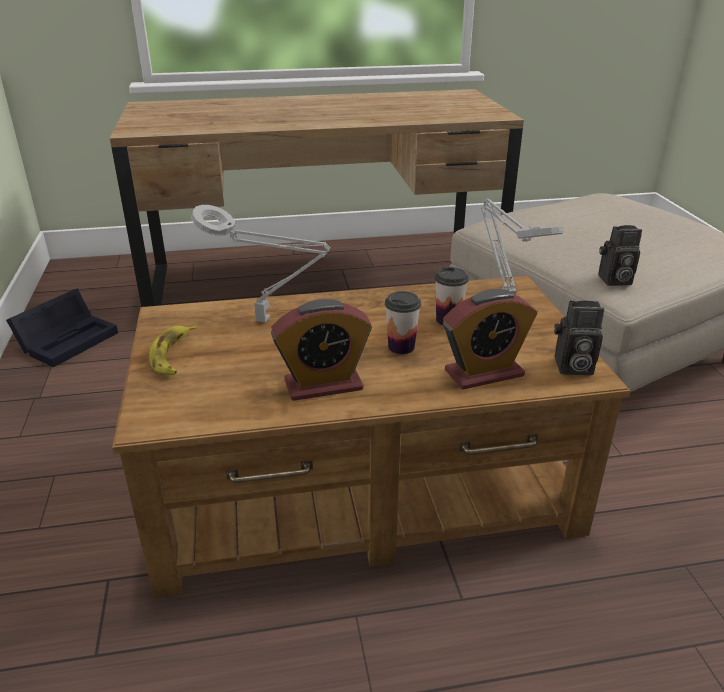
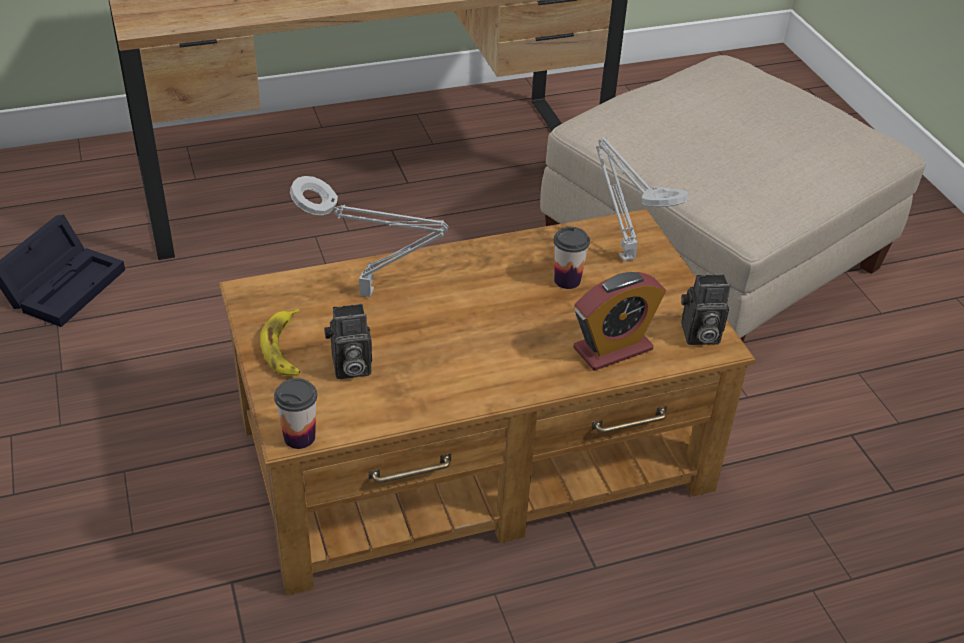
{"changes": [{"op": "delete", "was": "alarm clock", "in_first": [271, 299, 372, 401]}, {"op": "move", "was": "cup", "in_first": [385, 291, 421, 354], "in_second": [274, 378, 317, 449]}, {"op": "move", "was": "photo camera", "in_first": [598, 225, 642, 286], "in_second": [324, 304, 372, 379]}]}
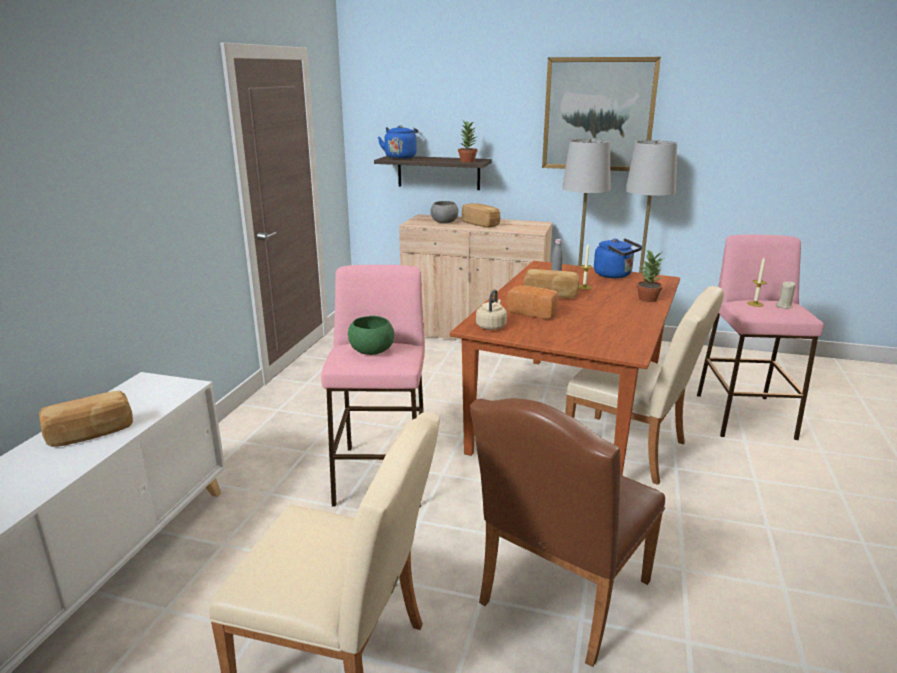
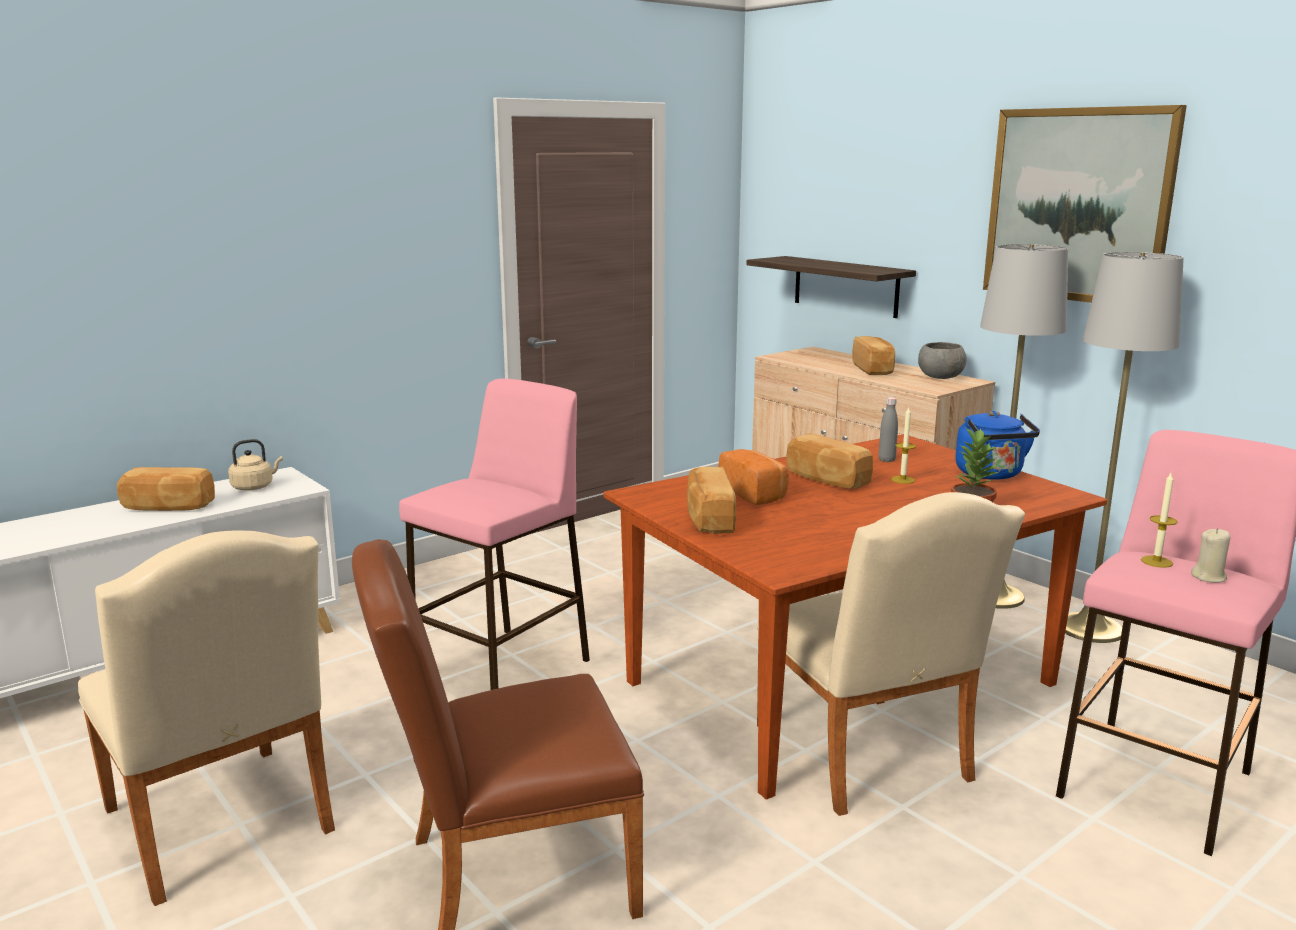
{"changes": [{"op": "delete", "was": "bowl/green", "in_first": [348, 316, 394, 355]}, {"op": "delete", "was": "kettle/blue", "in_first": [378, 125, 418, 159]}, {"op": "delete", "was": "potted plant", "in_first": [458, 121, 477, 162]}, {"op": "insert", "now": "bread", "in_second": [687, 466, 736, 534]}, {"op": "move", "was": "bowl/grey", "in_first": [430, 201, 458, 223], "in_second": [918, 342, 967, 379]}, {"op": "move", "was": "kettle/beige", "in_first": [476, 289, 507, 330], "in_second": [228, 439, 283, 491]}]}
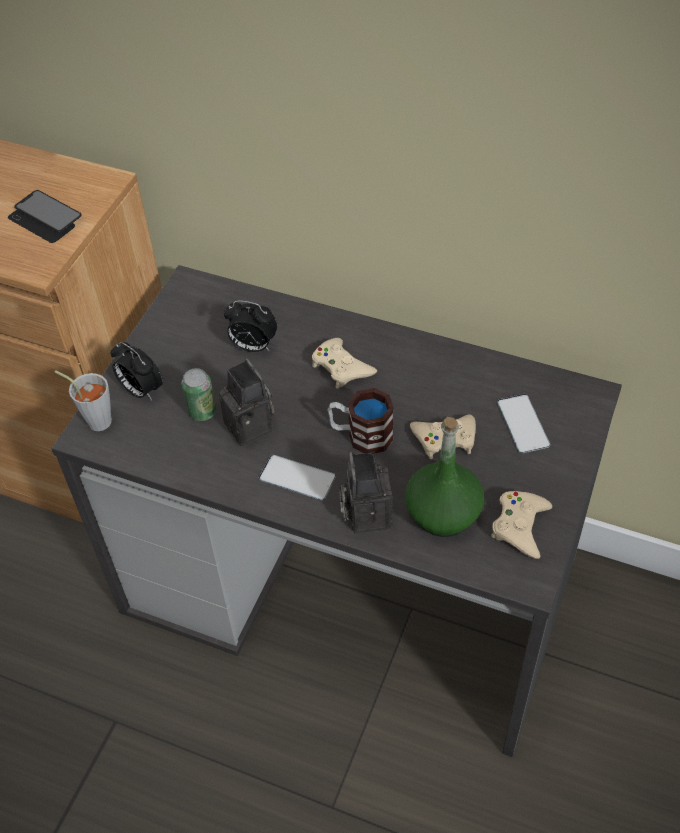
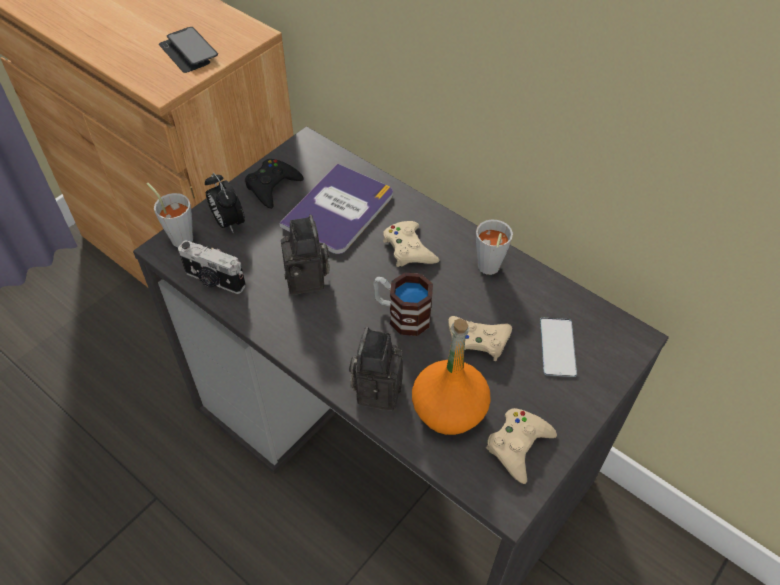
{"changes": [{"op": "delete", "was": "can", "in_first": [182, 368, 216, 421]}, {"op": "delete", "was": "phone", "in_first": [259, 455, 336, 500]}, {"op": "insert", "now": "photo camera", "in_second": [178, 240, 246, 294]}, {"op": "insert", "now": "game controller/black", "in_second": [245, 159, 304, 209]}, {"op": "insert", "now": "cup/grey", "in_second": [476, 219, 513, 275]}, {"op": "replace", "was": "alarm clock", "now": "book", "in_first": [224, 300, 277, 352], "in_second": [280, 163, 393, 254]}, {"op": "recolor", "was": "bottle/green", "now": "bottle/orange", "in_first": [405, 417, 484, 537], "in_second": [412, 318, 491, 435]}]}
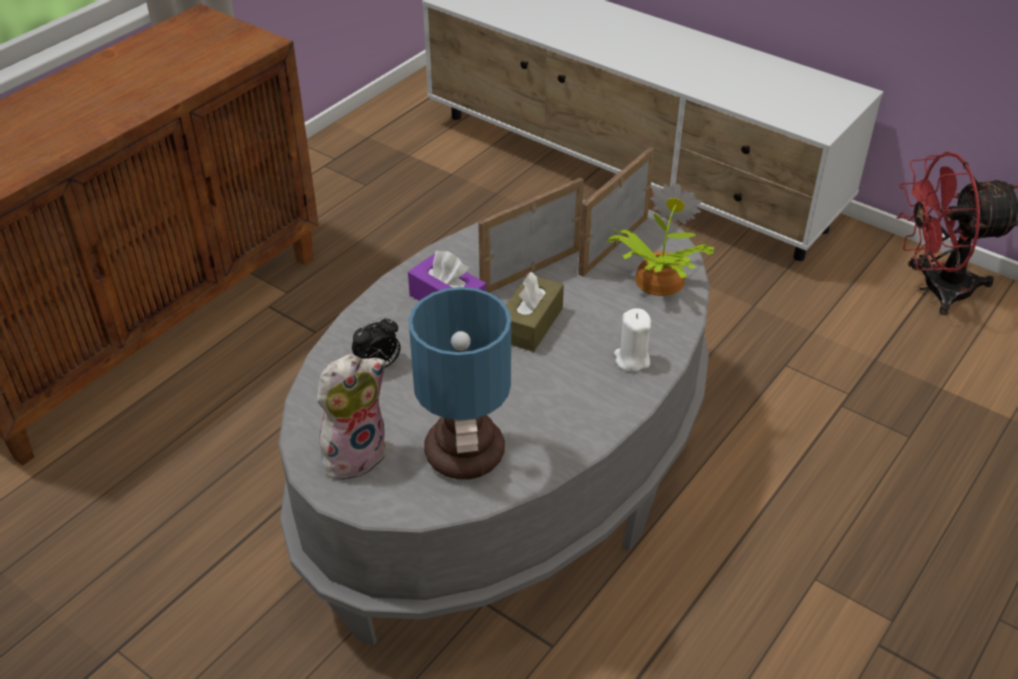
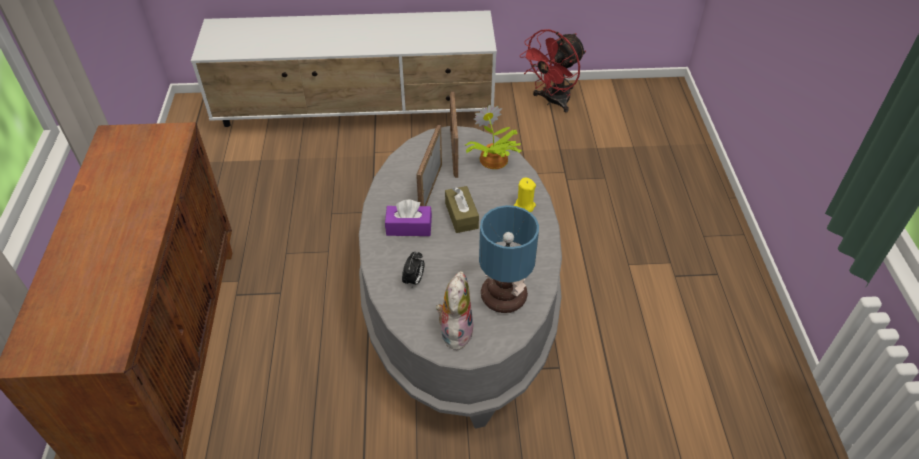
{"changes": [{"op": "recolor", "was": "candle/white", "now": "candle/yellow", "in_first": [614, 308, 651, 372], "in_second": [513, 177, 536, 212]}]}
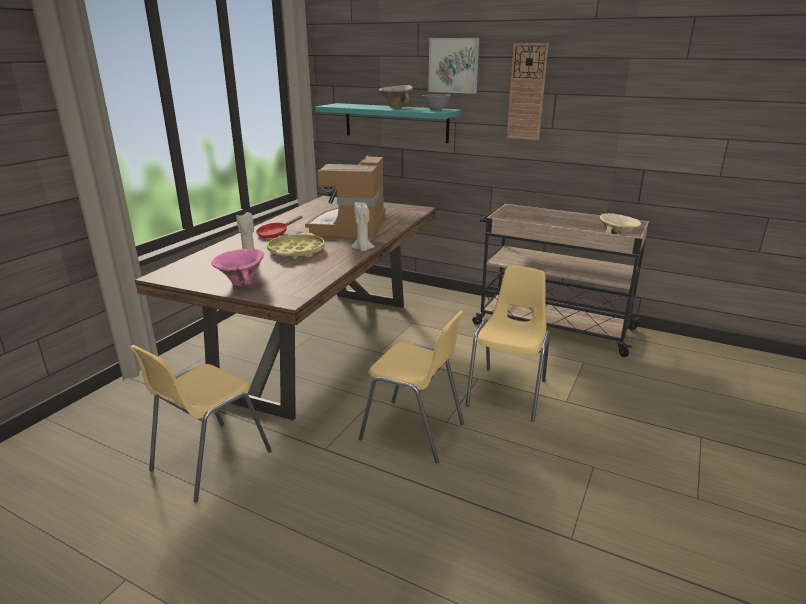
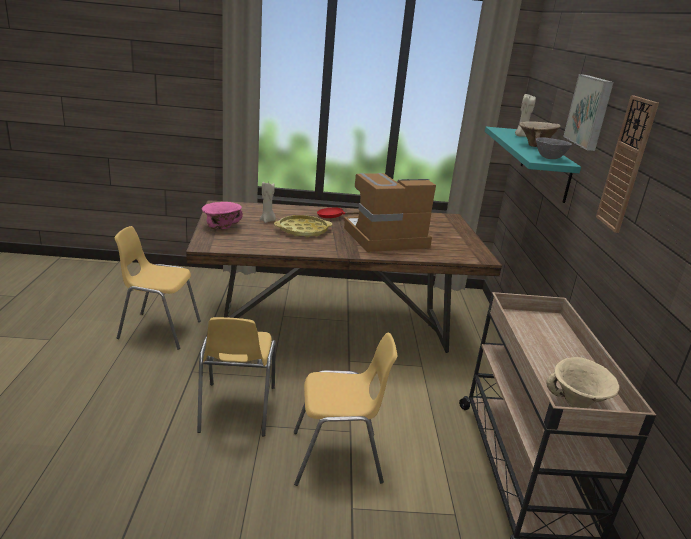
{"changes": [{"op": "move", "was": "candle/beige", "in_first": [351, 202, 374, 251], "in_second": [515, 94, 536, 137]}]}
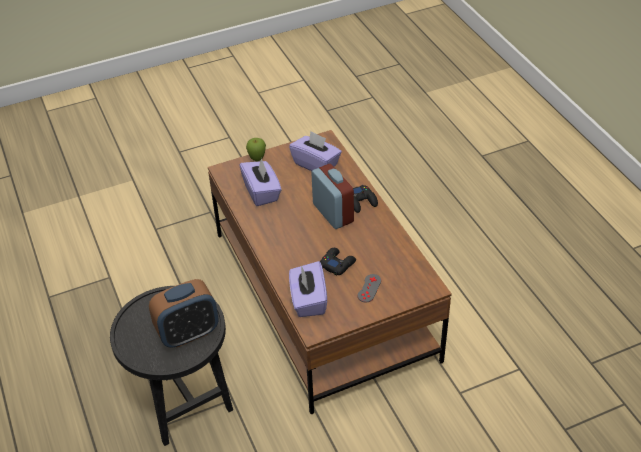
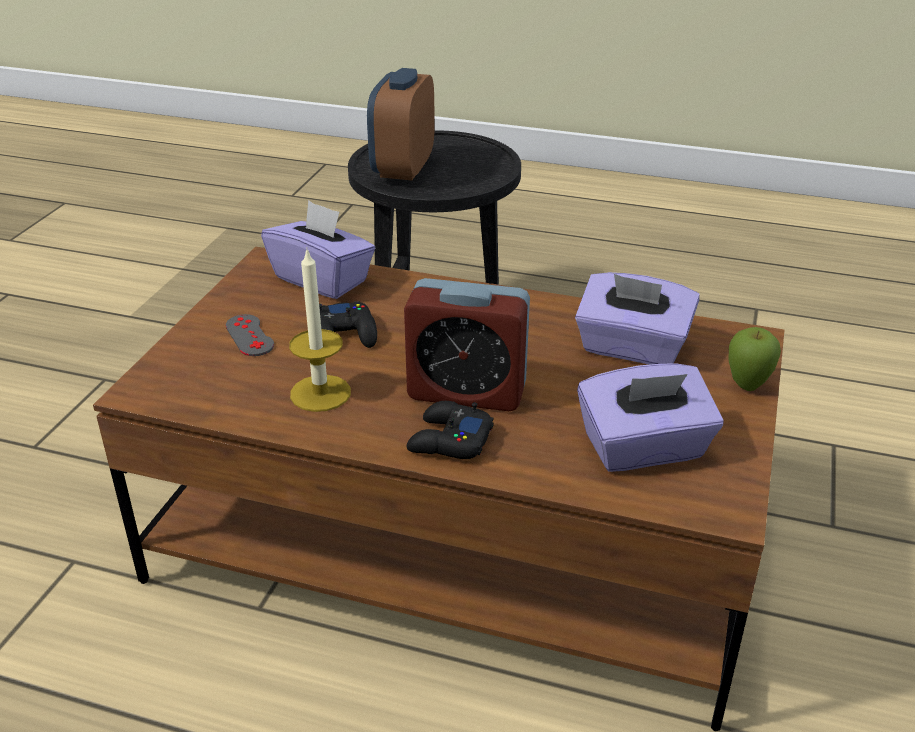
{"changes": [{"op": "insert", "now": "candle", "in_second": [289, 250, 351, 412]}]}
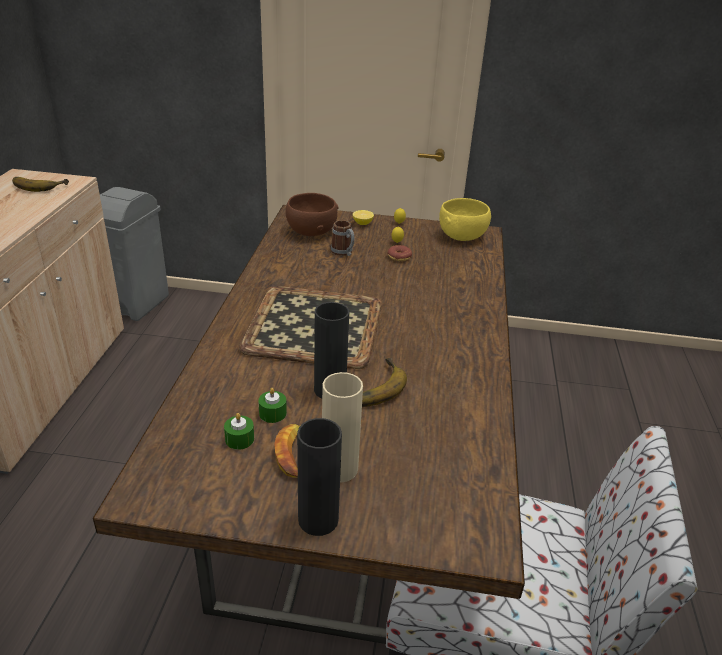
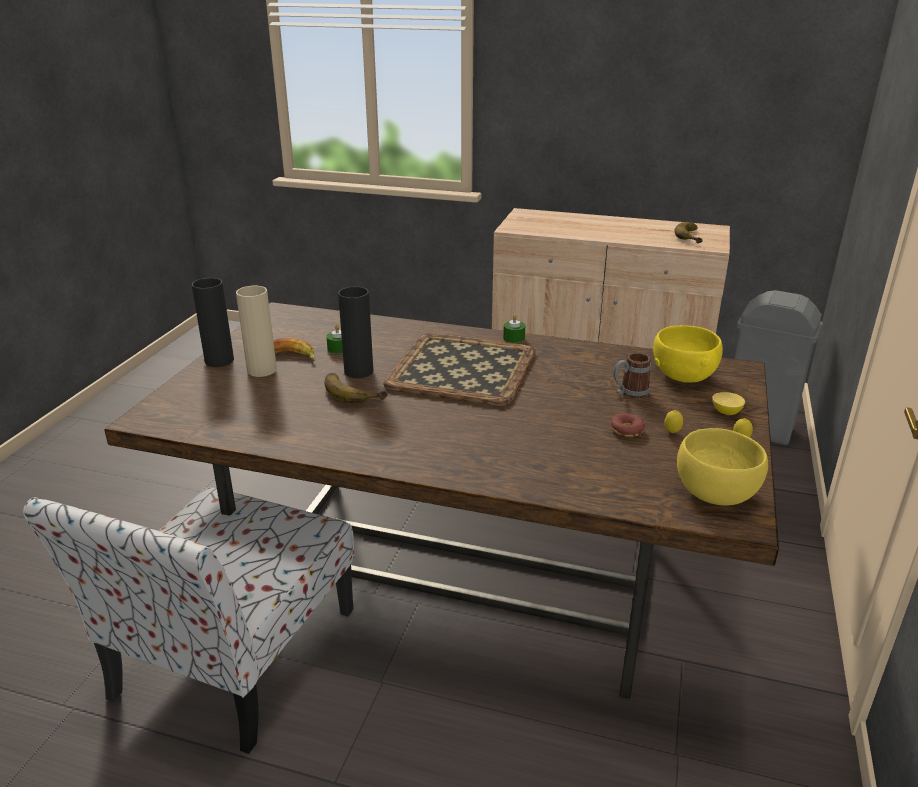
{"changes": [{"op": "move", "was": "candle/green", "in_first": [224, 413, 254, 450], "in_second": [503, 314, 525, 343]}, {"op": "recolor", "was": "bowl/brown", "now": "bowl/yellow", "in_first": [285, 193, 338, 236], "in_second": [653, 325, 723, 383]}]}
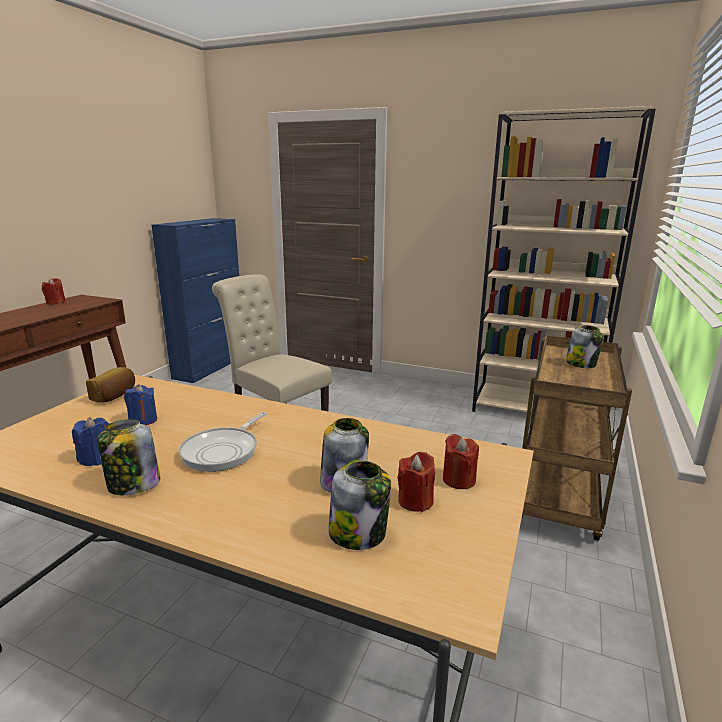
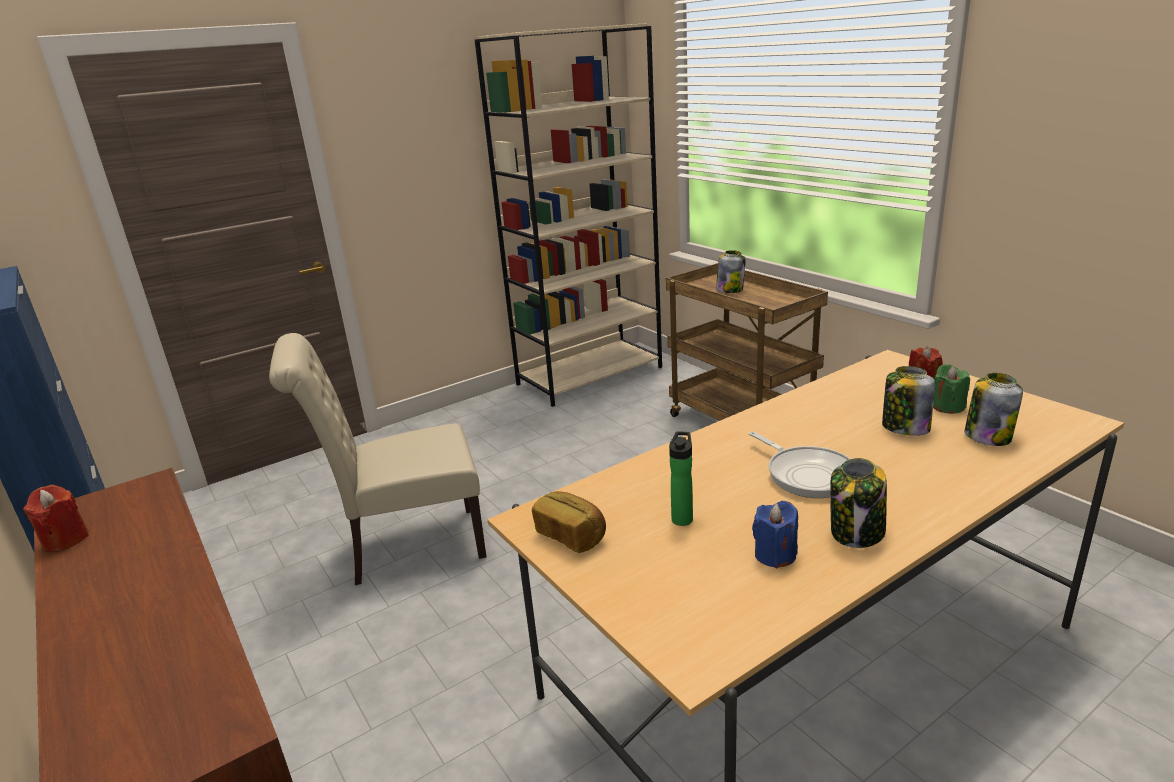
{"changes": [{"op": "replace", "was": "candle/blue", "now": "bottle", "in_first": [124, 384, 157, 425], "in_second": [669, 431, 693, 526]}, {"op": "recolor", "was": "candle/red", "now": "candle/green", "in_first": [397, 452, 435, 512], "in_second": [933, 364, 970, 414]}]}
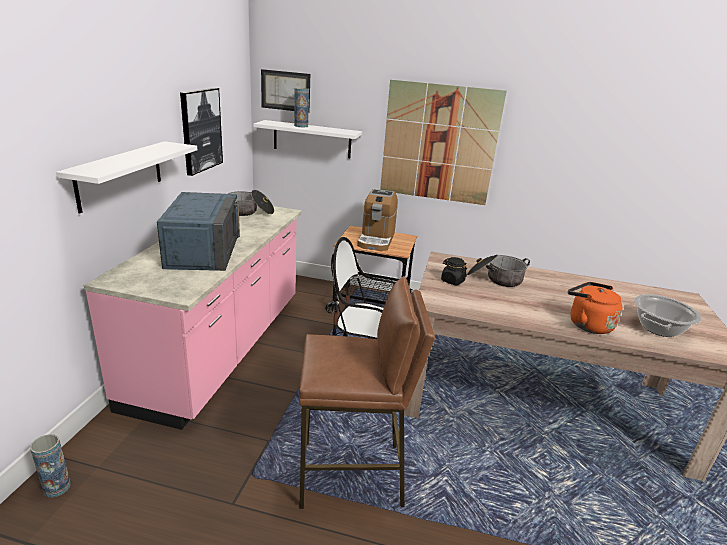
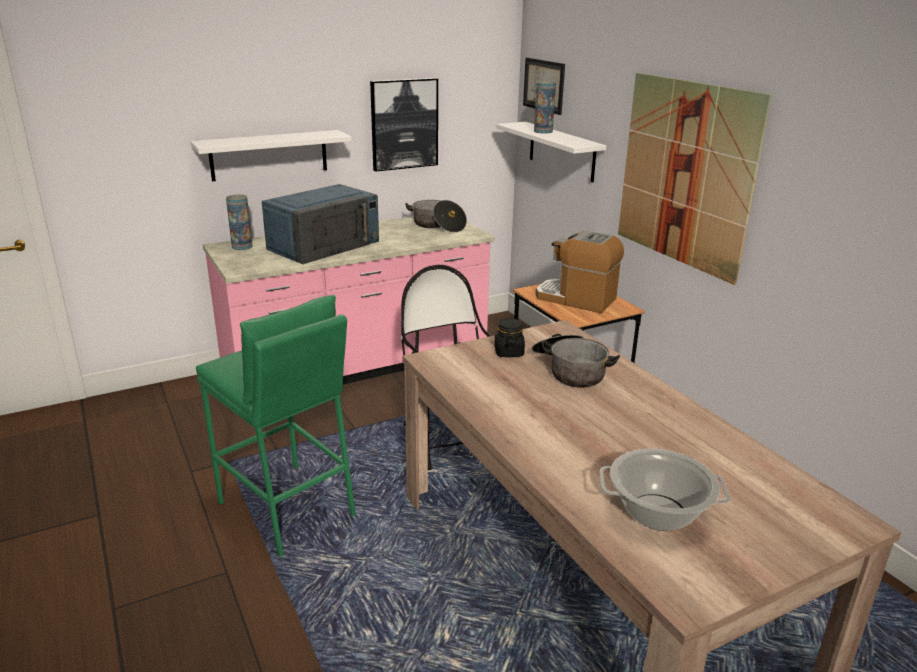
{"changes": [{"op": "delete", "was": "kettle/orange", "in_first": [568, 282, 622, 334]}, {"op": "move", "was": "vase", "in_first": [30, 434, 71, 498], "in_second": [226, 194, 253, 250]}, {"op": "recolor", "was": "stool/brown", "now": "stool/green", "in_first": [299, 276, 435, 509], "in_second": [196, 295, 356, 557]}, {"op": "rotate", "was": "coffee machine", "in_first": [357, 189, 398, 251], "in_second": [535, 231, 624, 313], "clockwise": 60}]}
